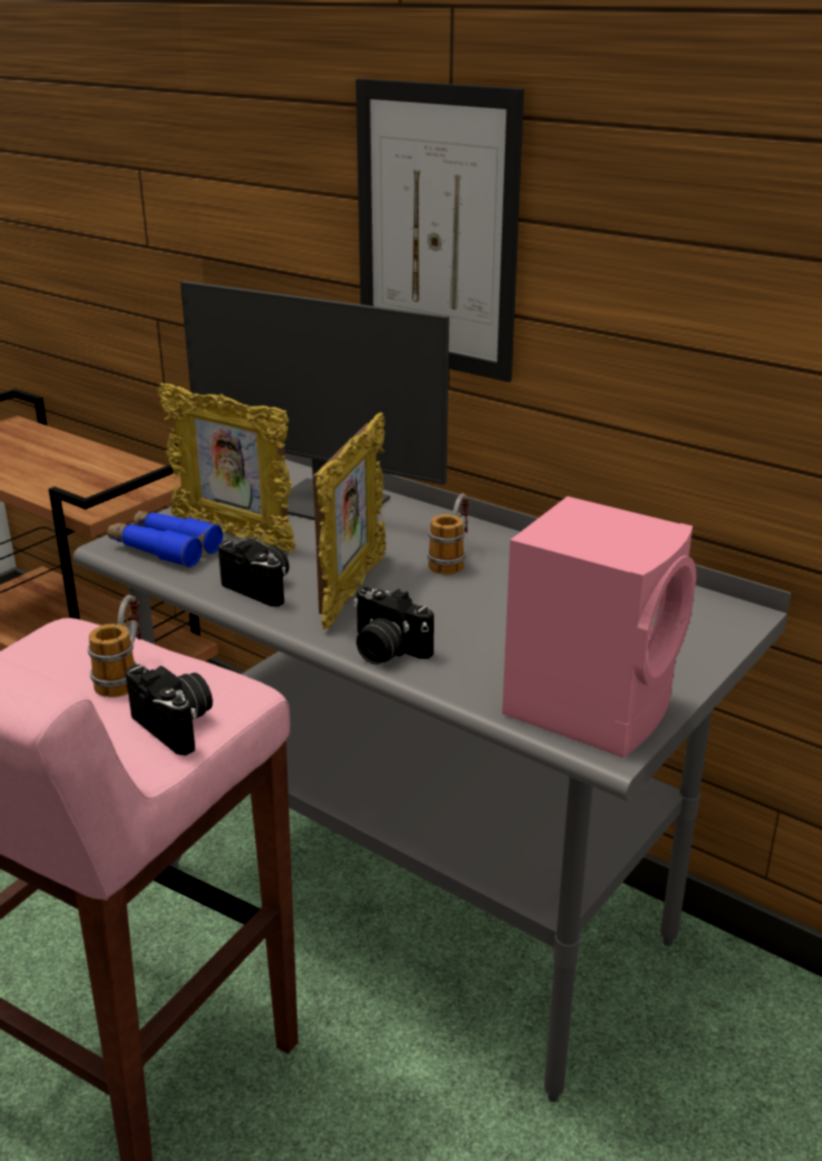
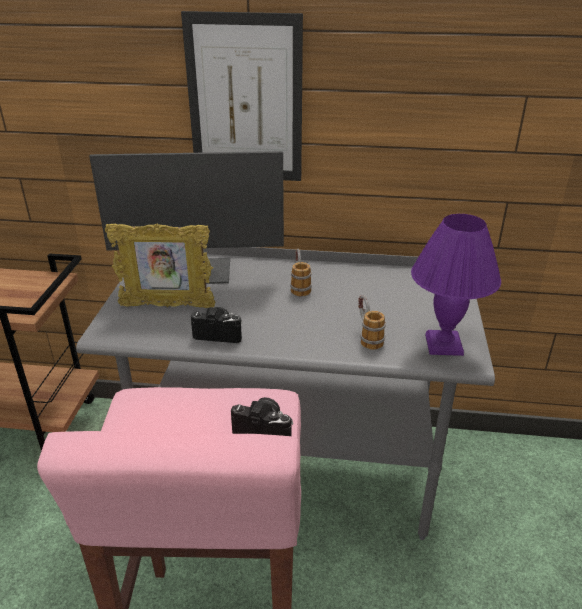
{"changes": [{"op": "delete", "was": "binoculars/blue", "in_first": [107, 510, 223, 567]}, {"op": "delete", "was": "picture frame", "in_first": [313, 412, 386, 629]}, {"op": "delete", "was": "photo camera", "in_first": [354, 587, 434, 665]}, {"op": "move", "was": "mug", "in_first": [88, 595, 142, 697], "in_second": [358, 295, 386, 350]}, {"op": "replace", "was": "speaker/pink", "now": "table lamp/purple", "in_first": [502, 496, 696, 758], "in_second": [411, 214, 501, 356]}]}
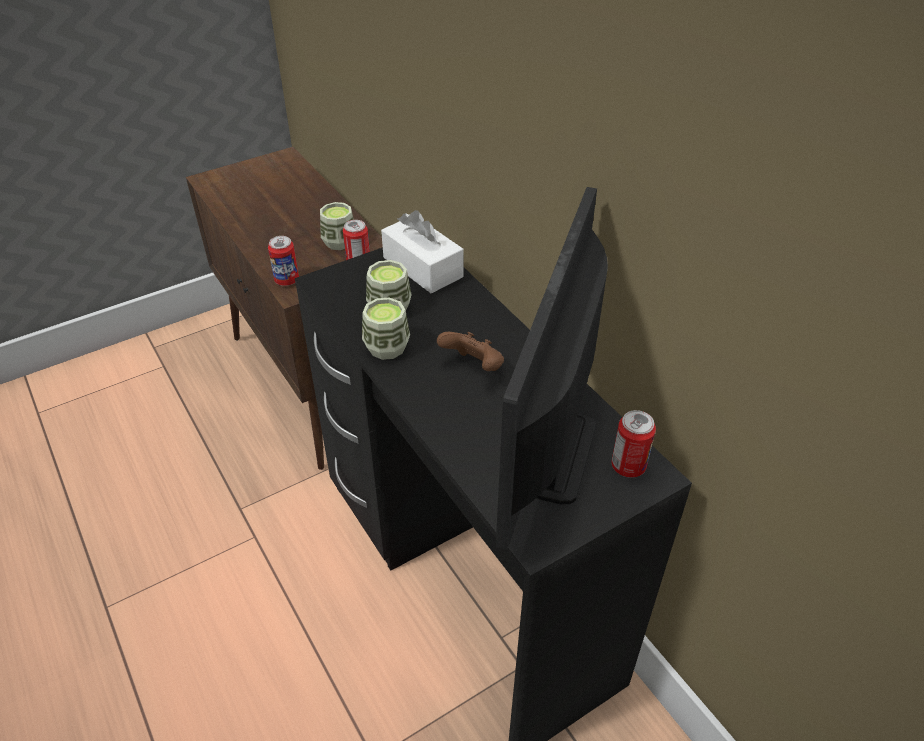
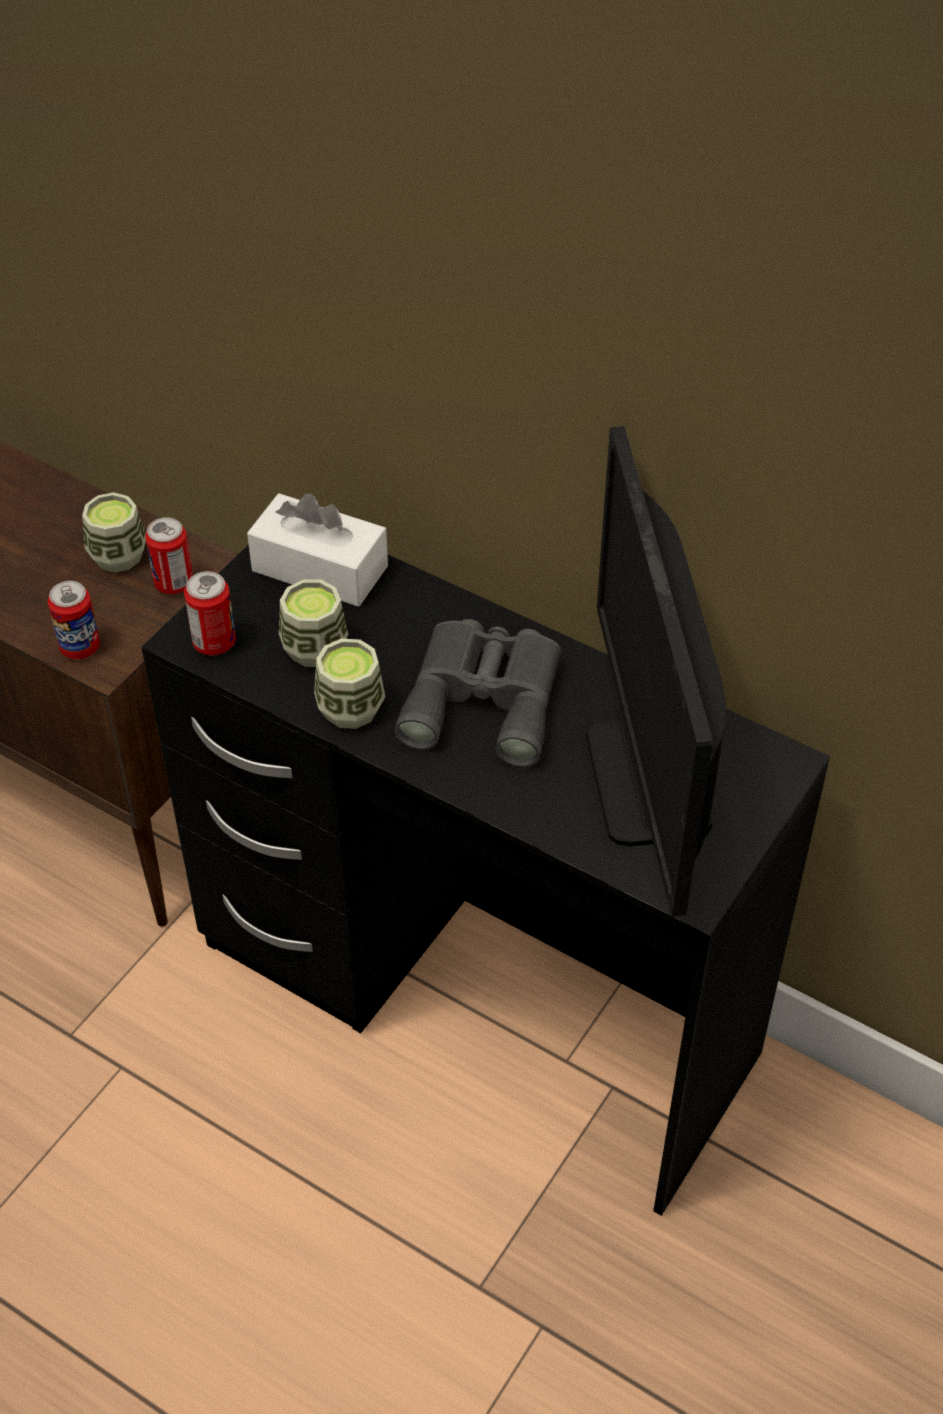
{"changes": [{"op": "move", "was": "can", "in_first": [611, 410, 656, 478], "in_second": [184, 571, 236, 655]}, {"op": "replace", "was": "game controller/brown", "now": "binoculars/grey", "in_first": [437, 332, 504, 371], "in_second": [395, 619, 561, 767]}]}
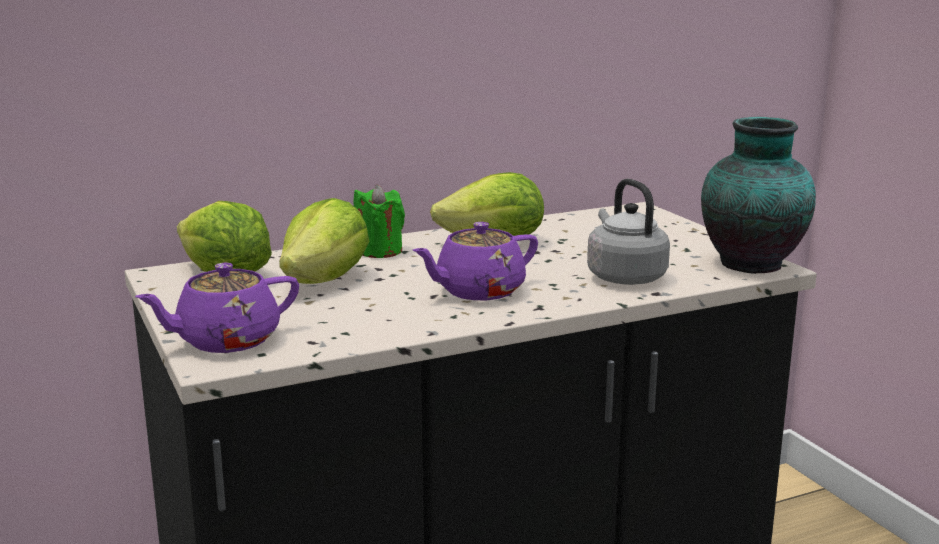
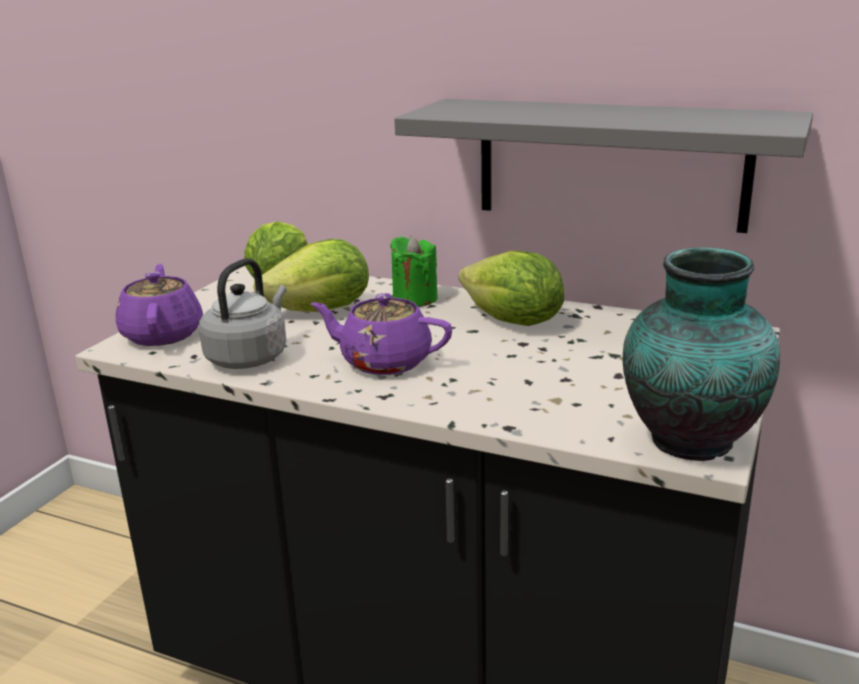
{"changes": [{"op": "insert", "now": "shelf/grey", "in_second": [394, 99, 813, 233]}, {"op": "move", "was": "kettle/grey", "in_first": [587, 179, 670, 285], "in_second": [199, 258, 287, 369]}, {"op": "rotate", "was": "teapot/purple", "in_first": [135, 263, 299, 353], "in_second": [116, 264, 203, 346], "clockwise": 60}]}
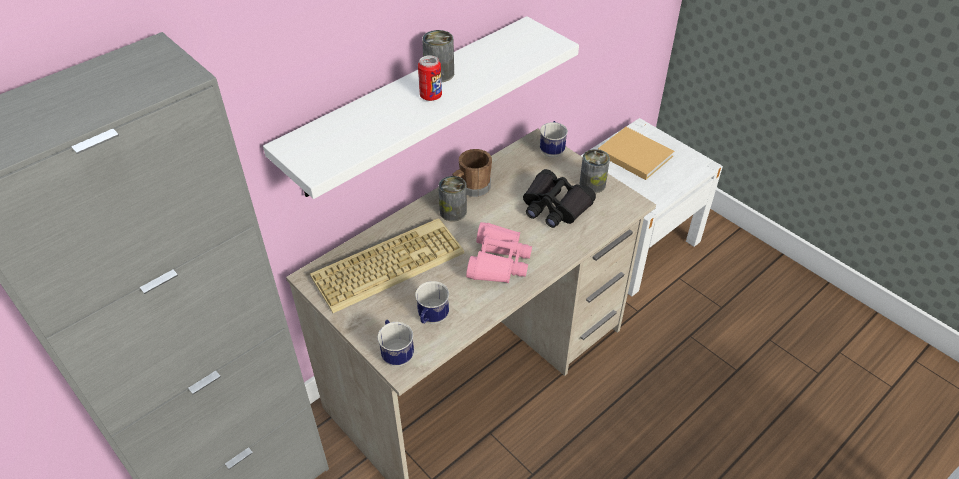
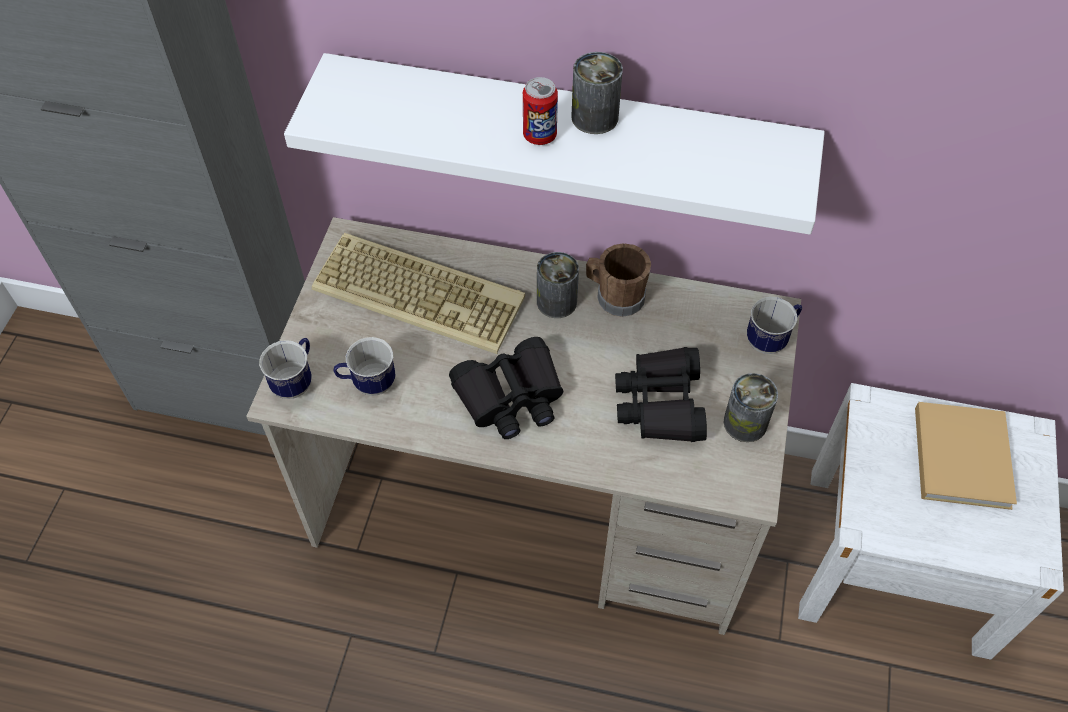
{"changes": [{"op": "recolor", "was": "binoculars/pink", "now": "binoculars/black", "in_first": [466, 222, 532, 283], "in_second": [449, 337, 564, 439]}]}
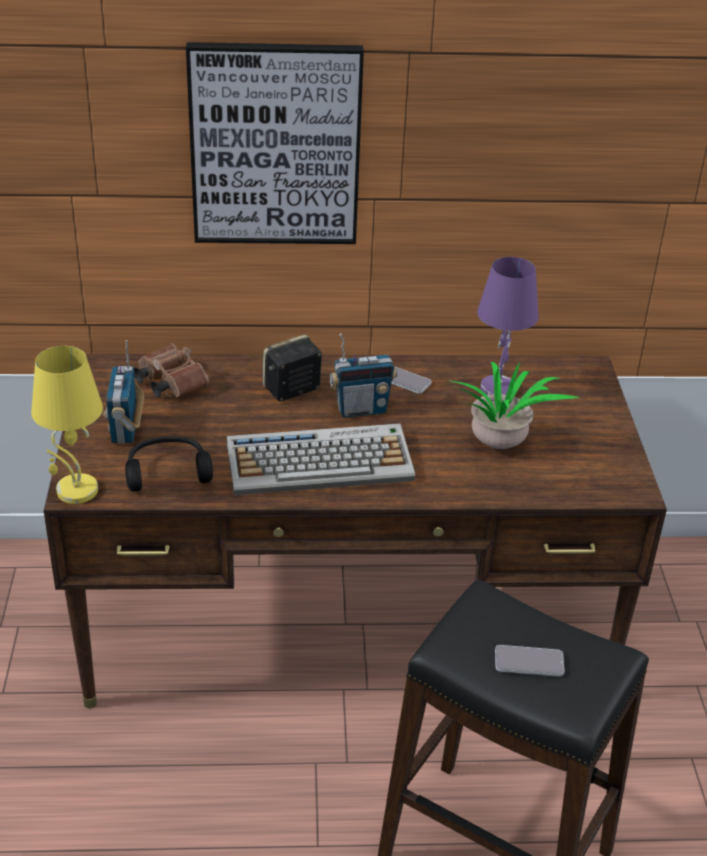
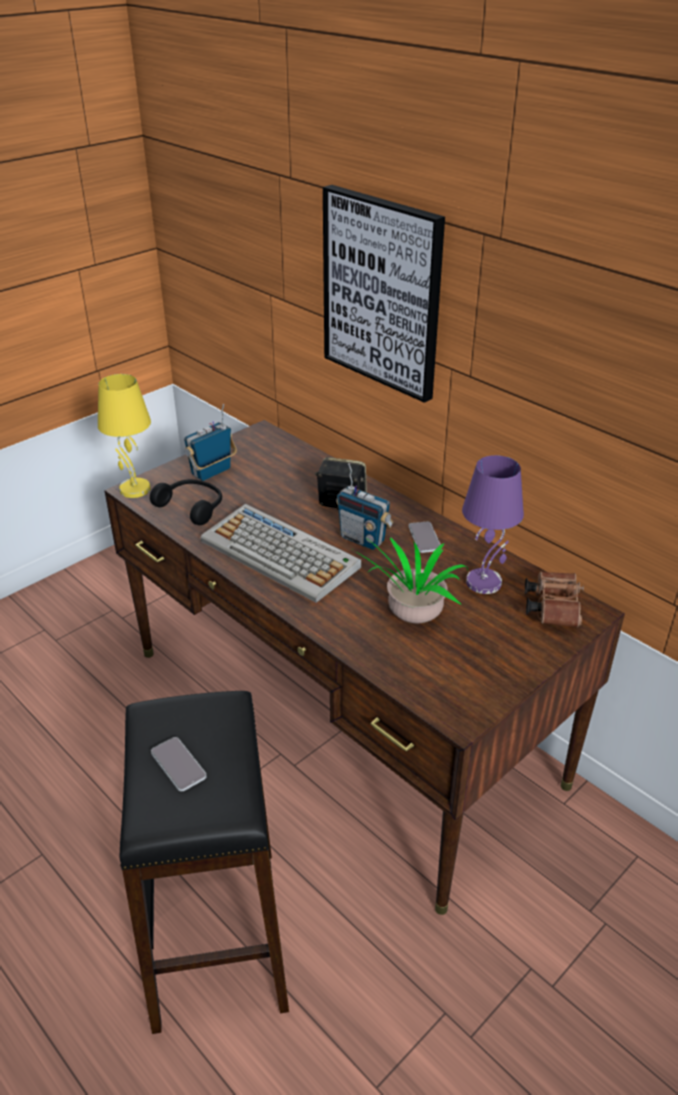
{"changes": [{"op": "move", "was": "binoculars/brown", "in_first": [134, 344, 209, 397], "in_second": [525, 572, 584, 627]}]}
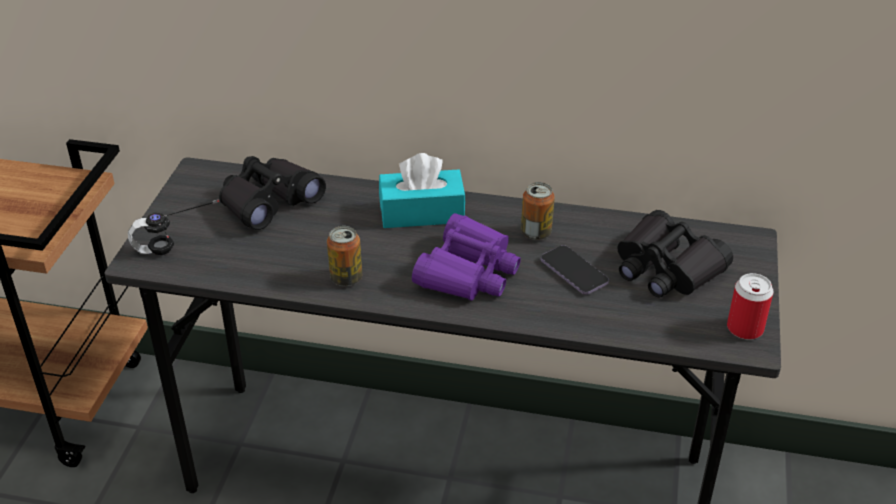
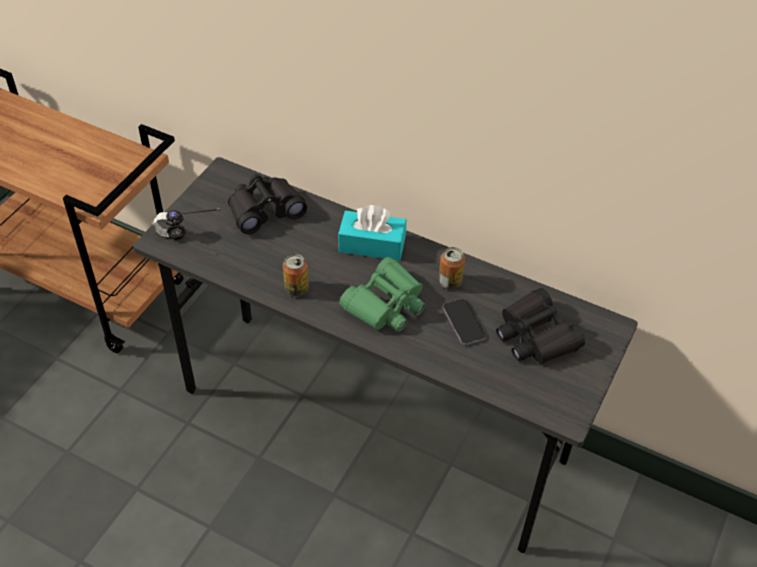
{"changes": [{"op": "delete", "was": "can", "in_first": [727, 273, 773, 340]}, {"op": "recolor", "was": "binoculars/purple", "now": "binoculars/green", "in_first": [412, 213, 521, 301], "in_second": [339, 257, 425, 332]}]}
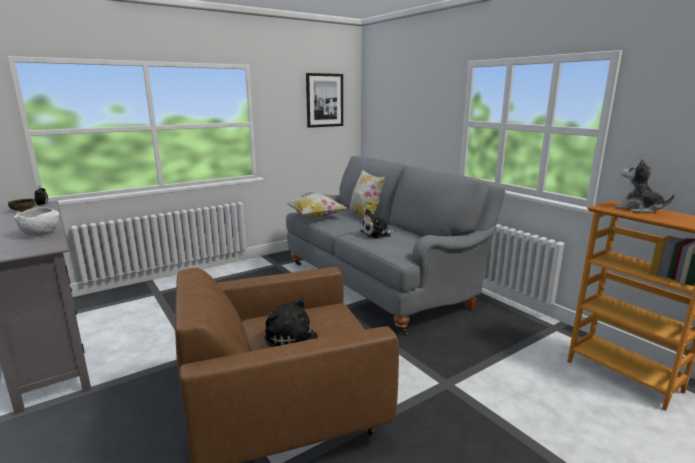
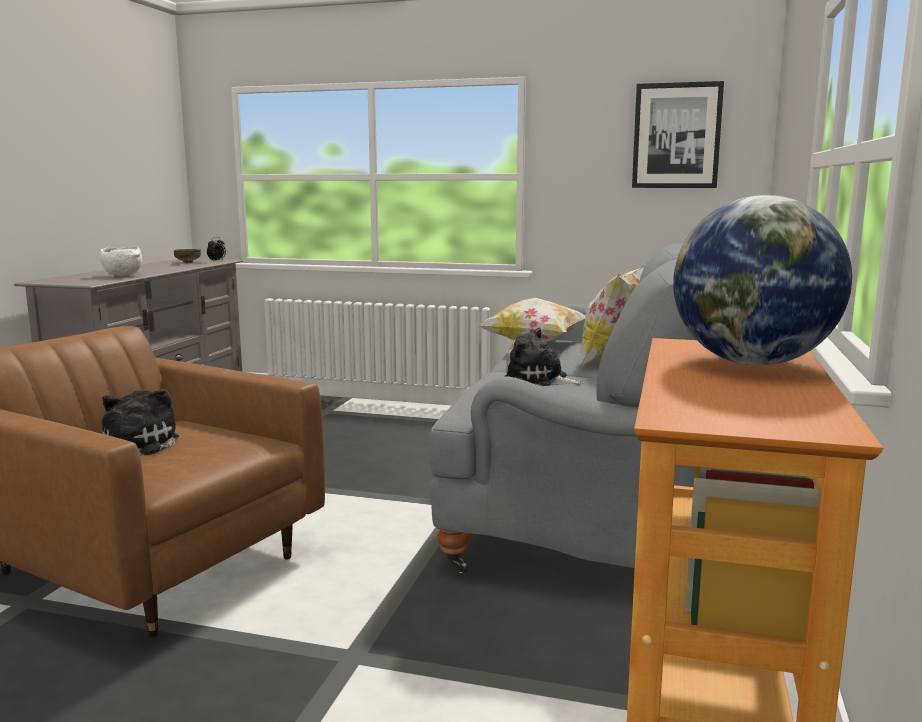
{"changes": [{"op": "replace", "was": "plush toy", "now": "globe", "in_first": [616, 159, 675, 213], "in_second": [673, 195, 852, 366]}]}
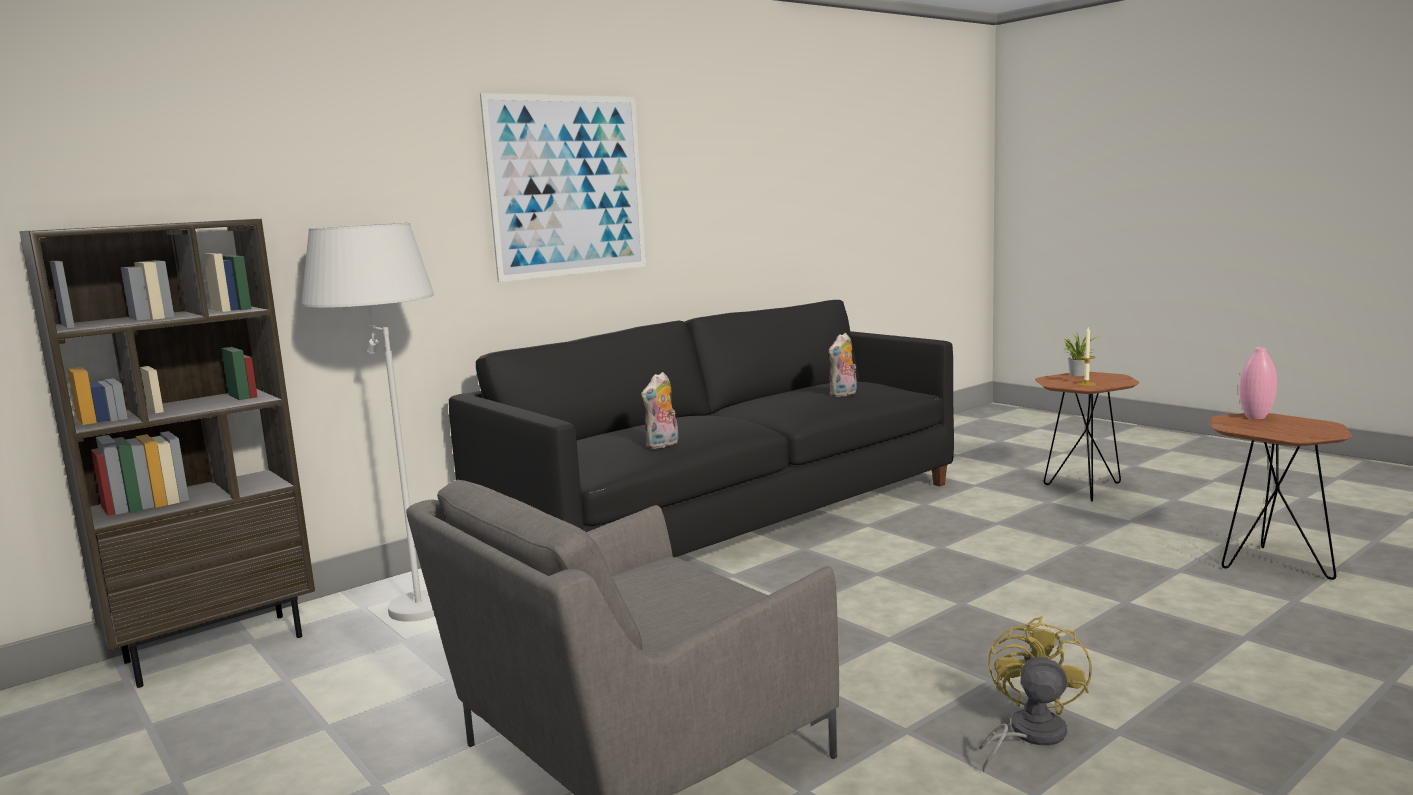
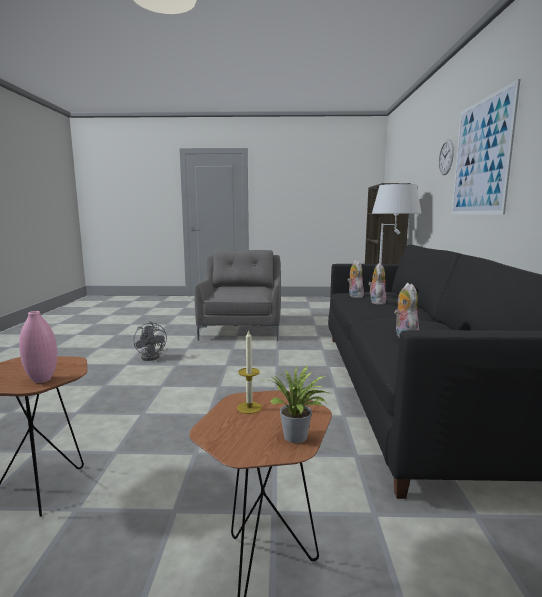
{"changes": [{"op": "insert", "now": "plush toy", "in_second": [368, 263, 386, 305]}, {"op": "insert", "now": "wall clock", "in_second": [439, 139, 454, 175]}, {"op": "recolor", "was": "fan/yellow", "now": "fan/grey", "in_first": [979, 616, 1092, 772], "in_second": [133, 321, 167, 361]}]}
